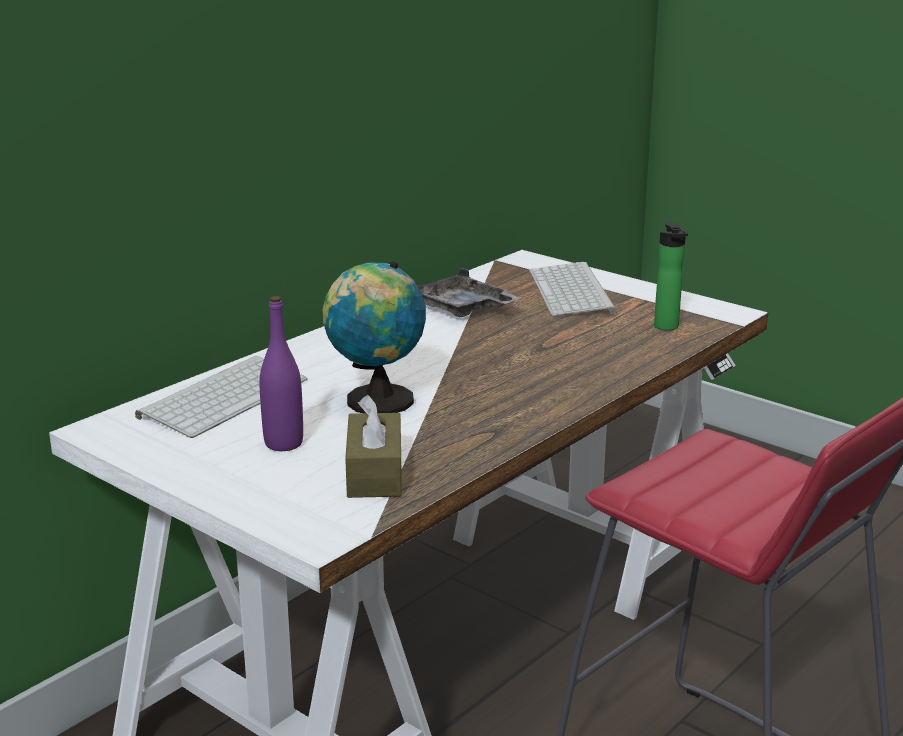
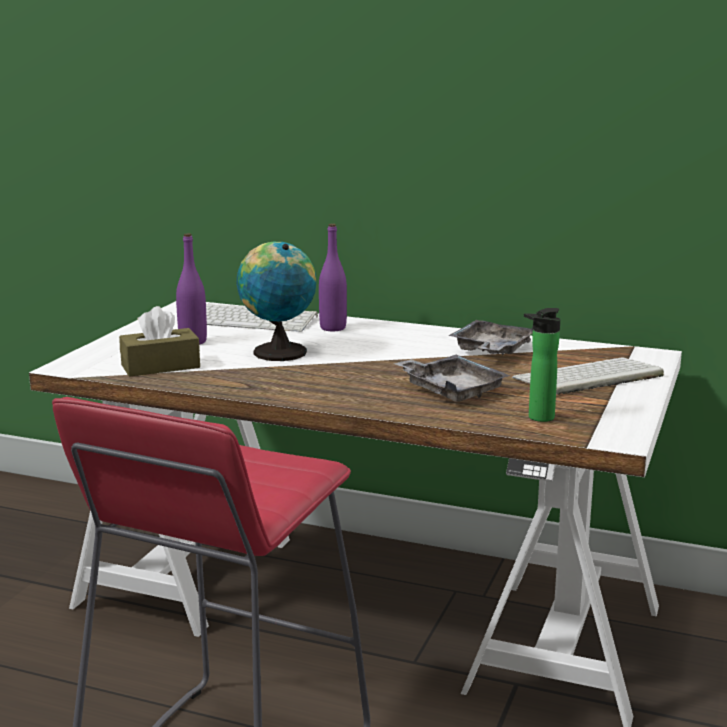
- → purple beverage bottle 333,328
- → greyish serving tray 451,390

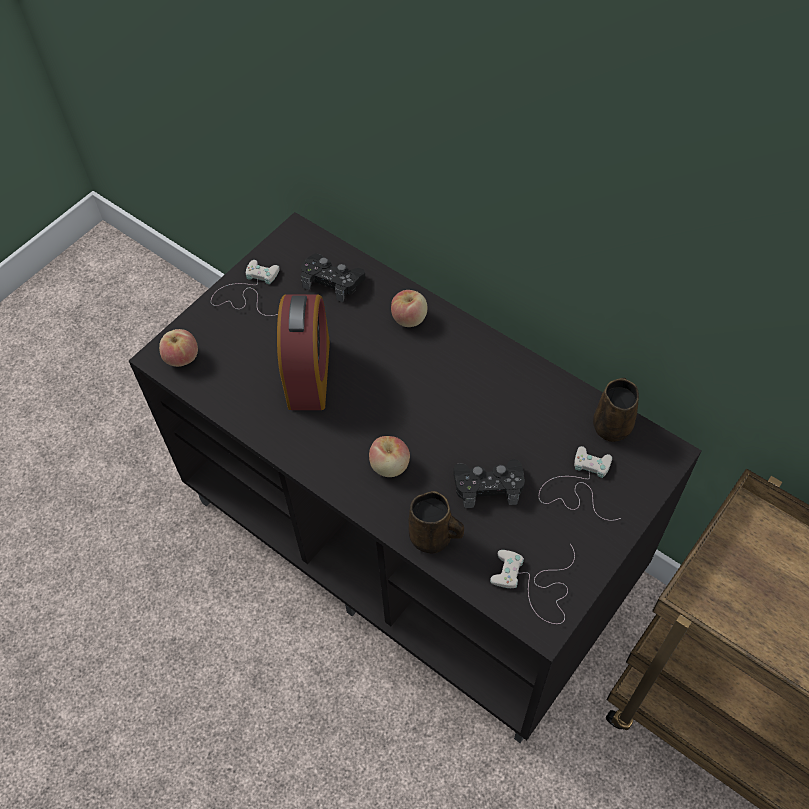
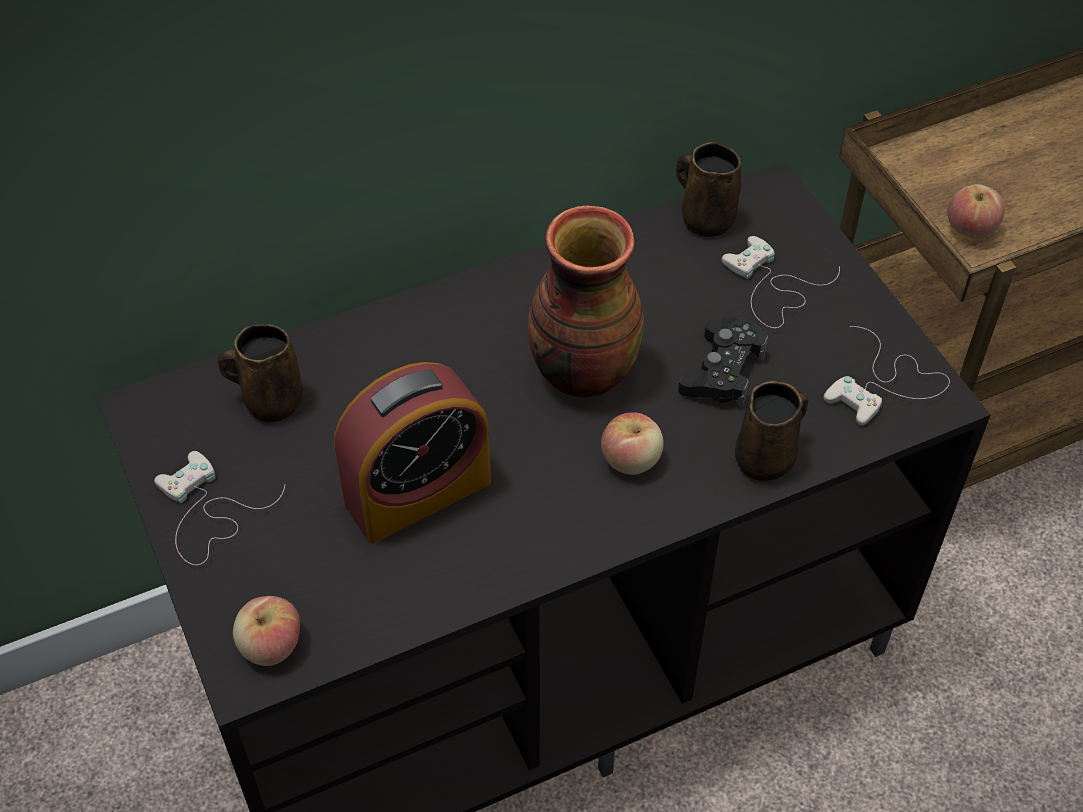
table clock 309,374 → table clock 417,492, 120 degrees clockwise
black joypad 332,281 → brown-coloured tea mug 270,401
whole apple 409,318 → whole apple 970,229, move
- → decorative vase 581,371

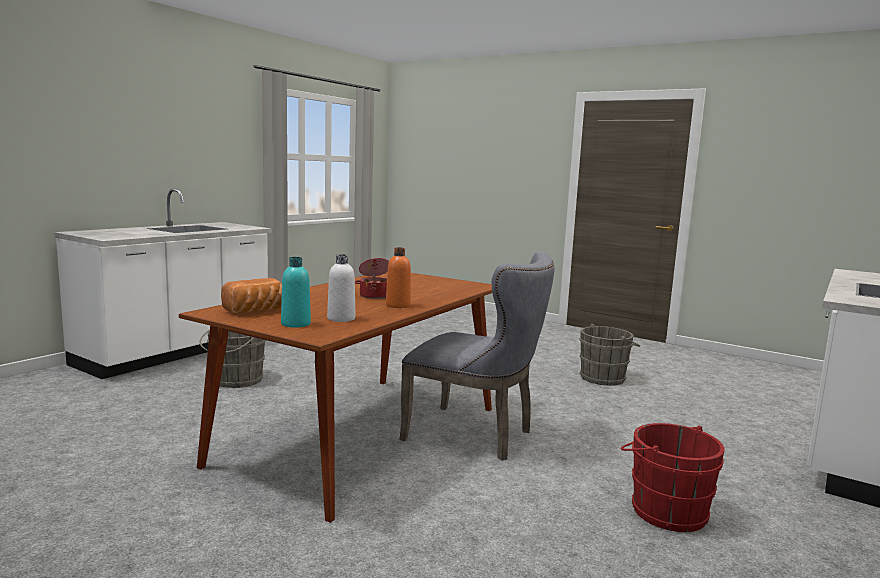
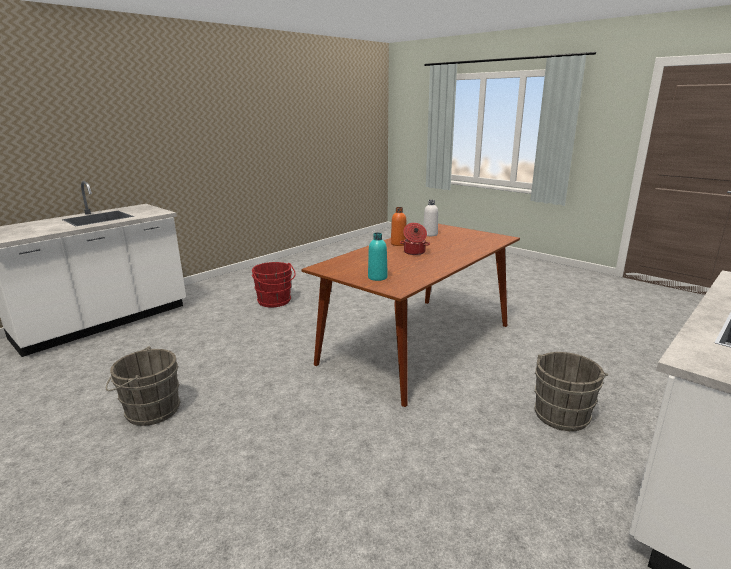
bread 256,311 → -
turquoise-coloured beverage bottle 295,324 → turquoise-coloured beverage bottle 377,277, move
greyish plain chair 476,435 → -

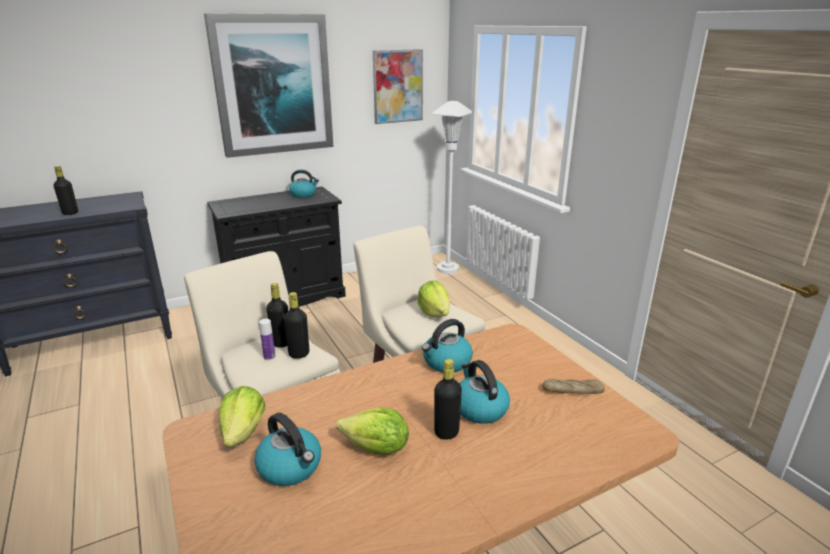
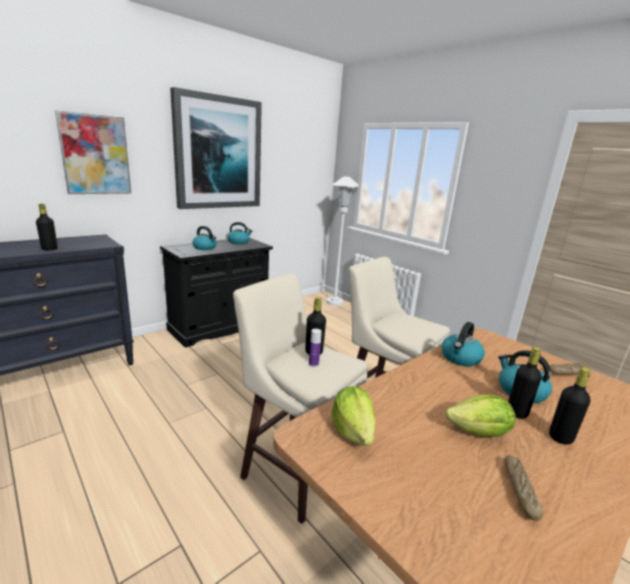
water kettle 291,467 → water kettle 205,248, move
black beverage bottle 299,354 → black beverage bottle 560,437, move
wall picture 398,86 → wall picture 95,155, move
lettuce head 434,313 → -
- → bread 519,490

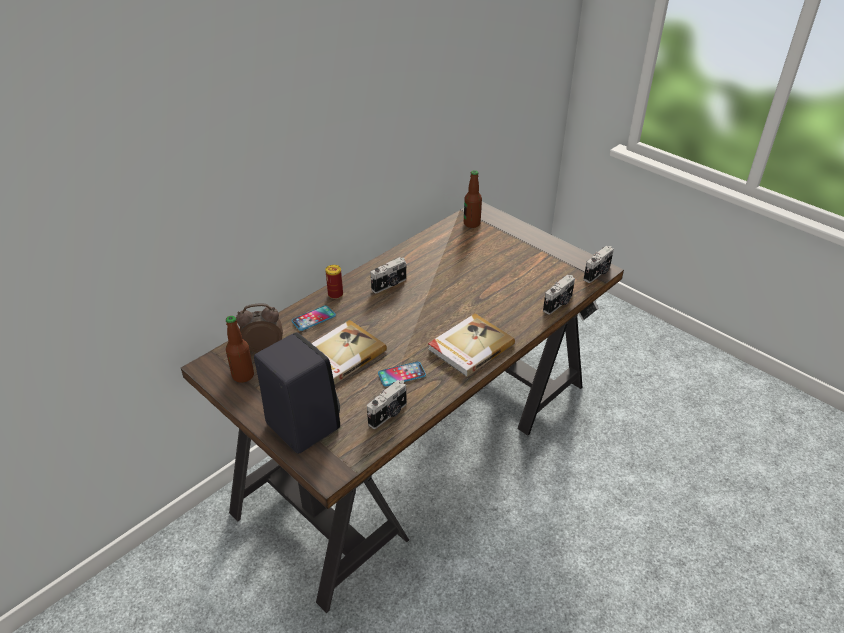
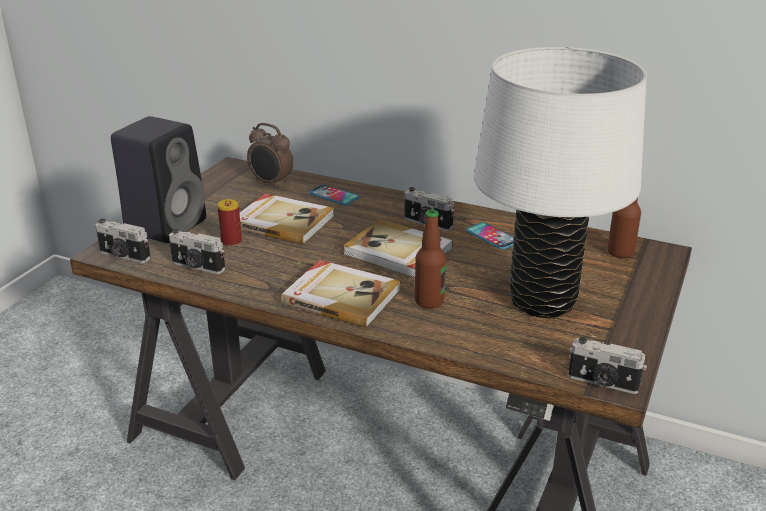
beverage bottle 243,376 → beverage bottle 429,301, move
table clock 264,348 → table clock 271,183, 150 degrees clockwise
metal can 335,294 → metal can 231,242, move
handset 402,374 → handset 492,236, move
photo camera 558,304 → photo camera 124,256, move
- → volume 398,252
- → whitish tabletop lamp 542,302

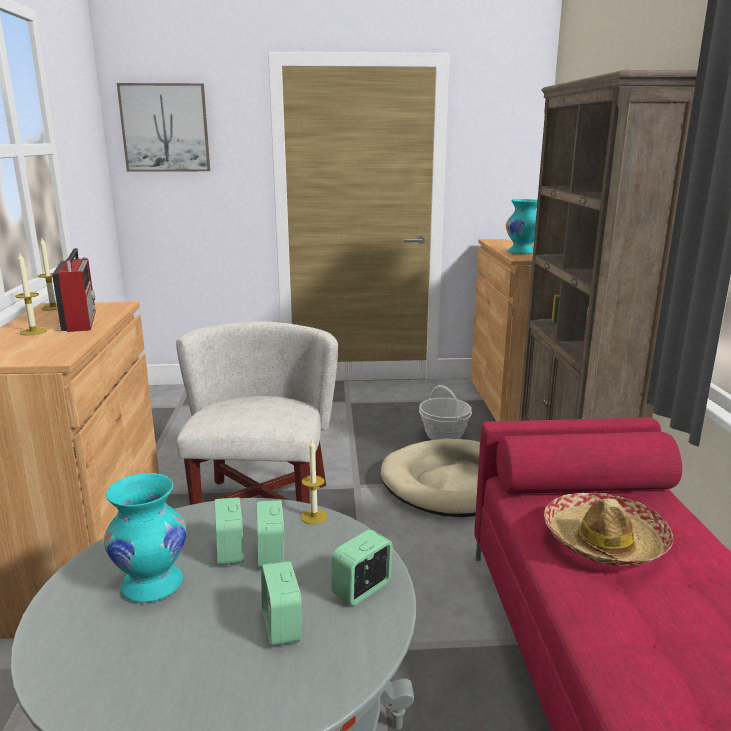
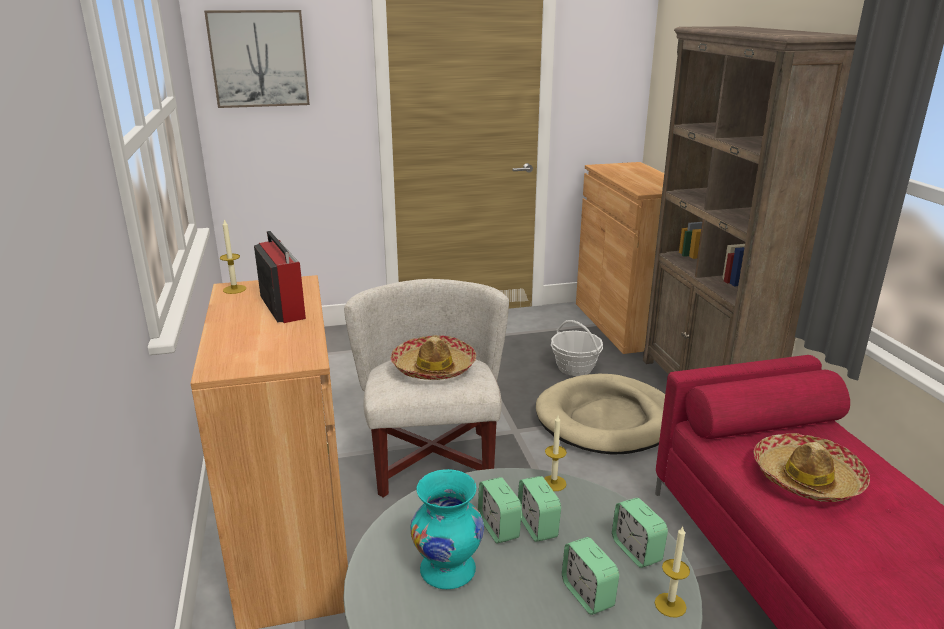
wax candle 33,331 → wax candle 670,605, move
table clock 362,589 → table clock 636,551, 60 degrees counterclockwise
turquoise-coloured decorative vase 522,252 → -
- → clothing hat 434,367

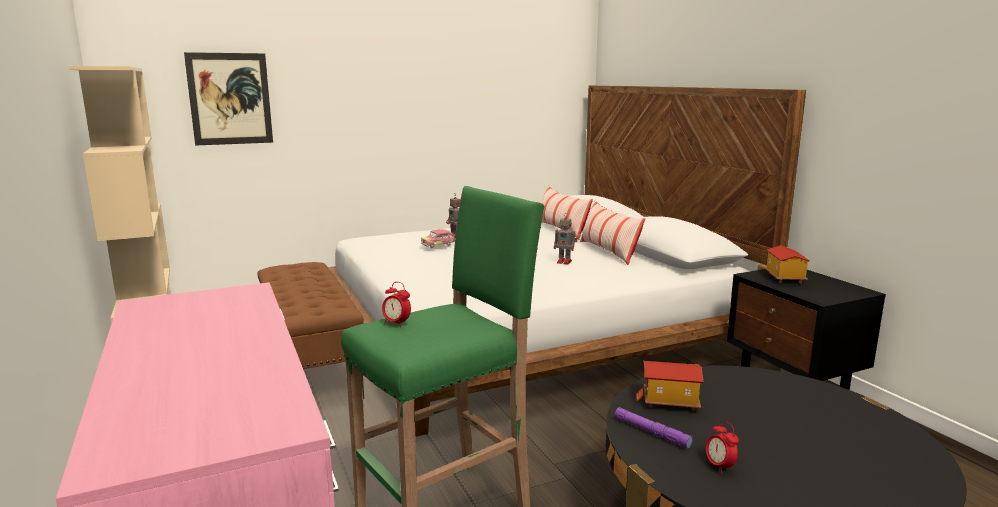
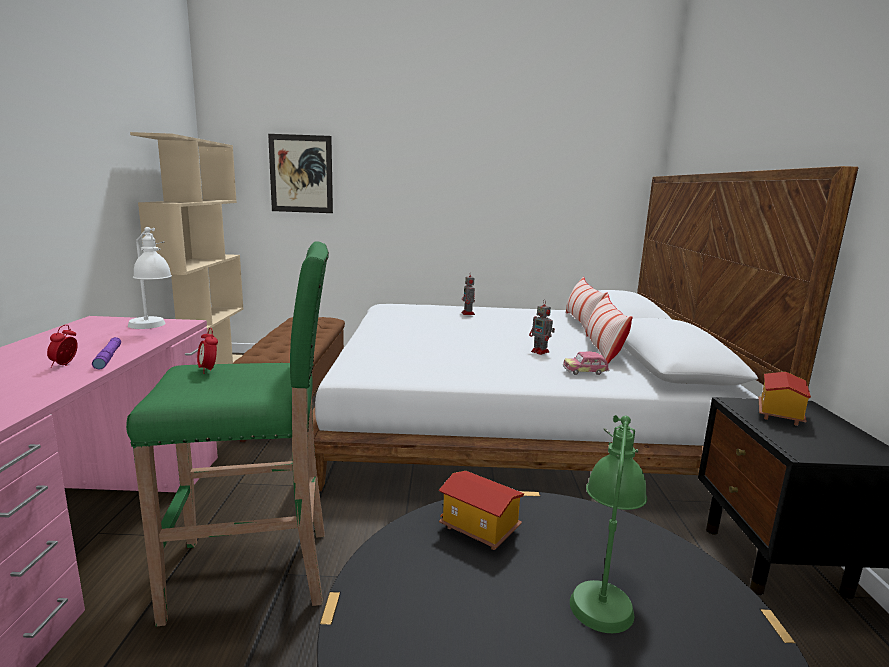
toy car 438,245 → toy car 585,372, move
purple torch 651,432 → purple torch 108,357, move
table clock 719,466 → table clock 65,365, move
- → whitish tabletop lamp 153,327
- → green tabletop lamp 602,589

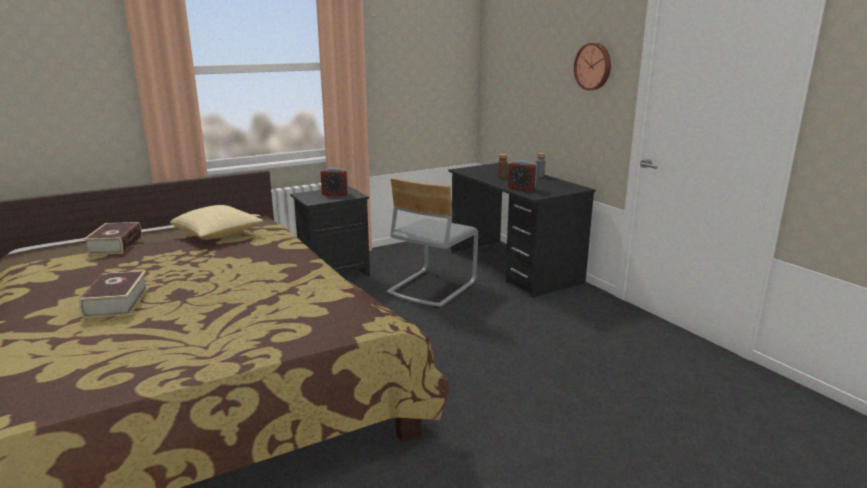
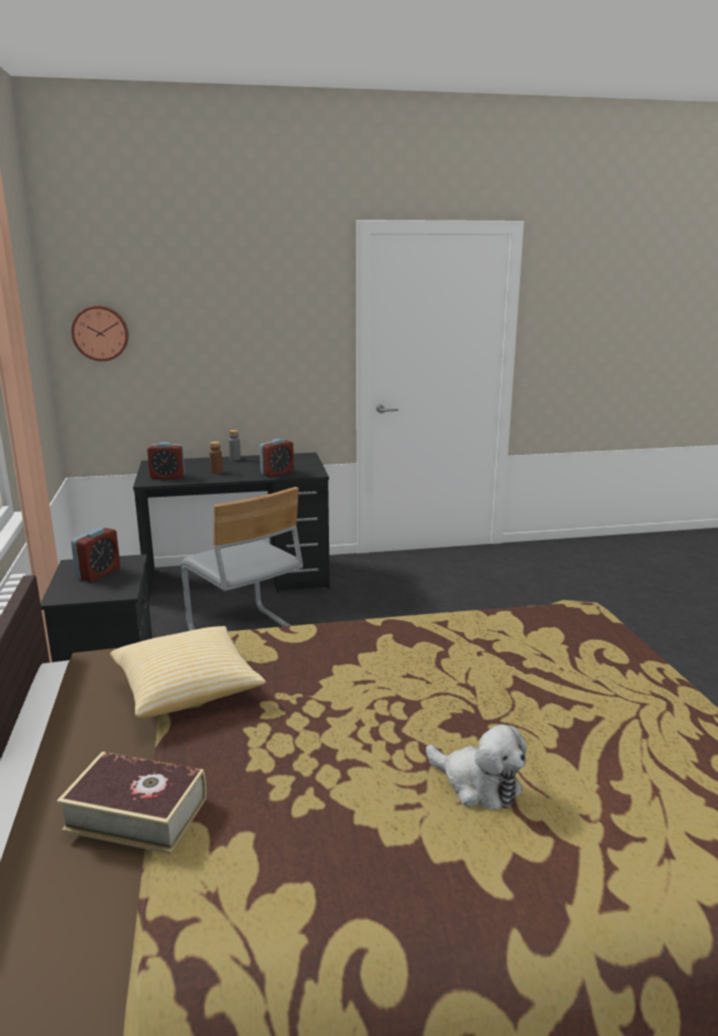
volume 117,302 → soft toy 478,784
wall clock 593,66 → wall clock 100,333, move
- → table clock 167,477

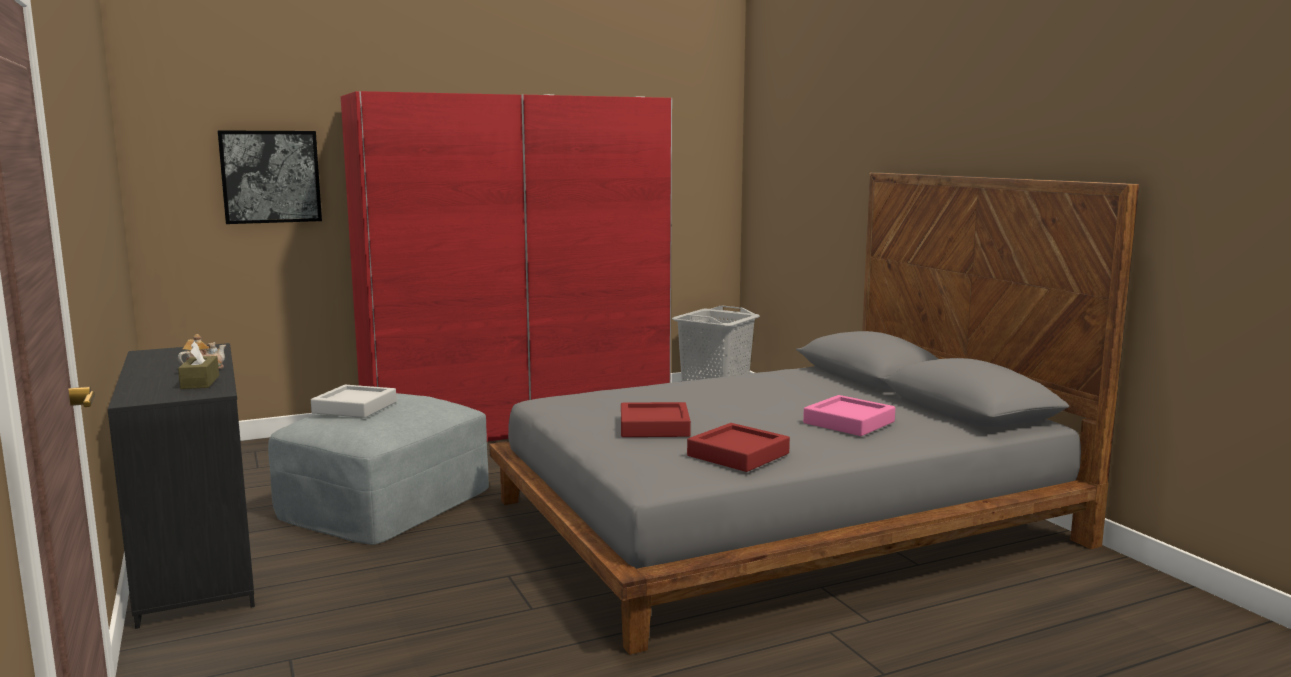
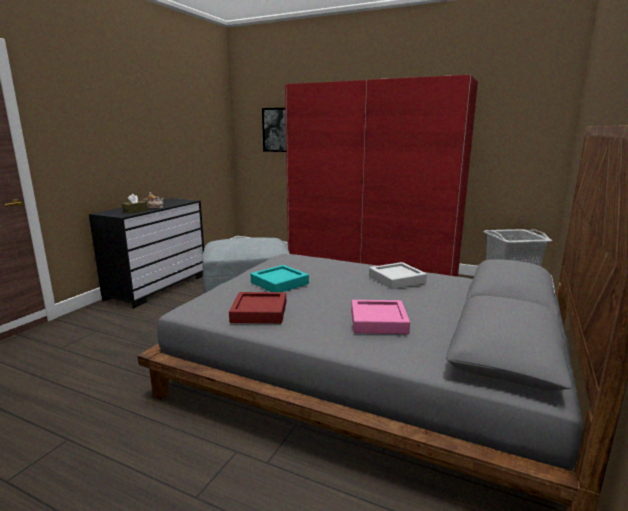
greyish serving tray 355,407 → greyish serving tray 397,279, move
red serving tray 654,427 → turquoise-coloured serving tray 279,283

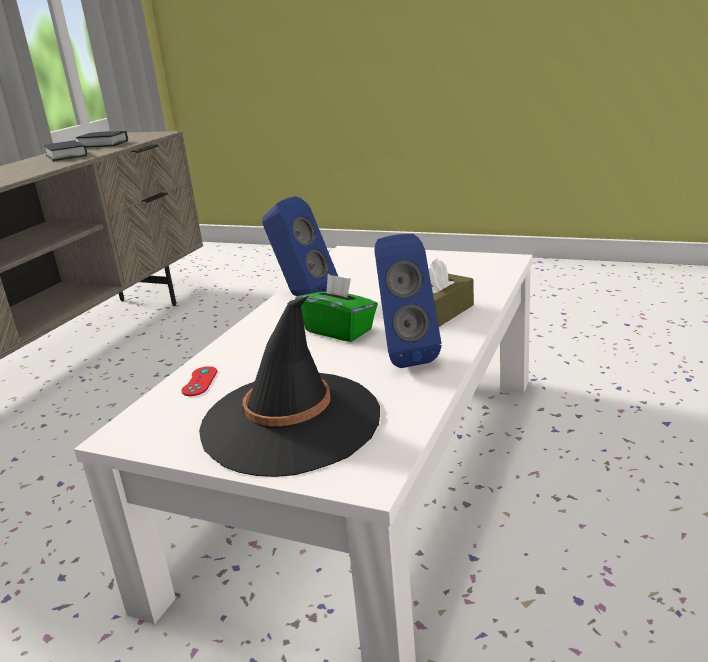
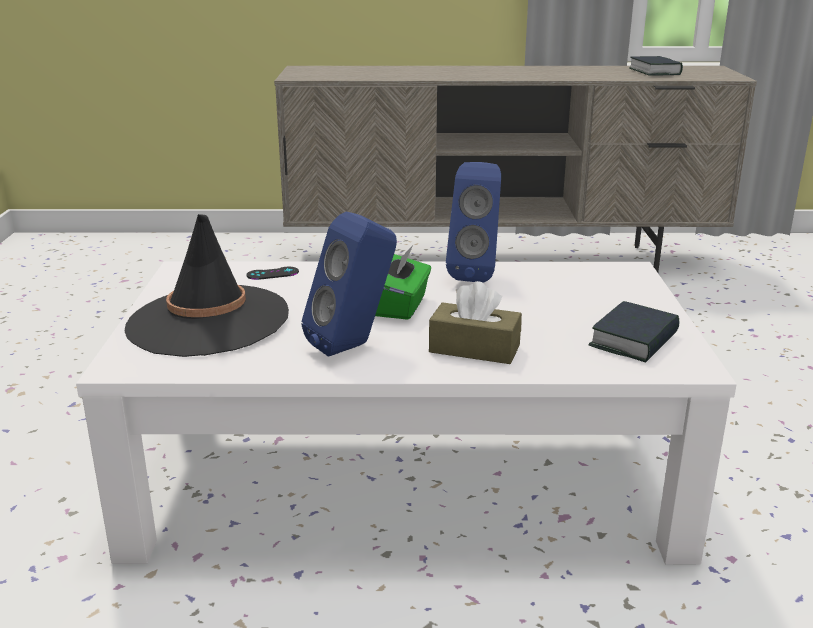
volume 66,156 → volume 634,340, move
red joypad 199,381 → black joypad 272,273

